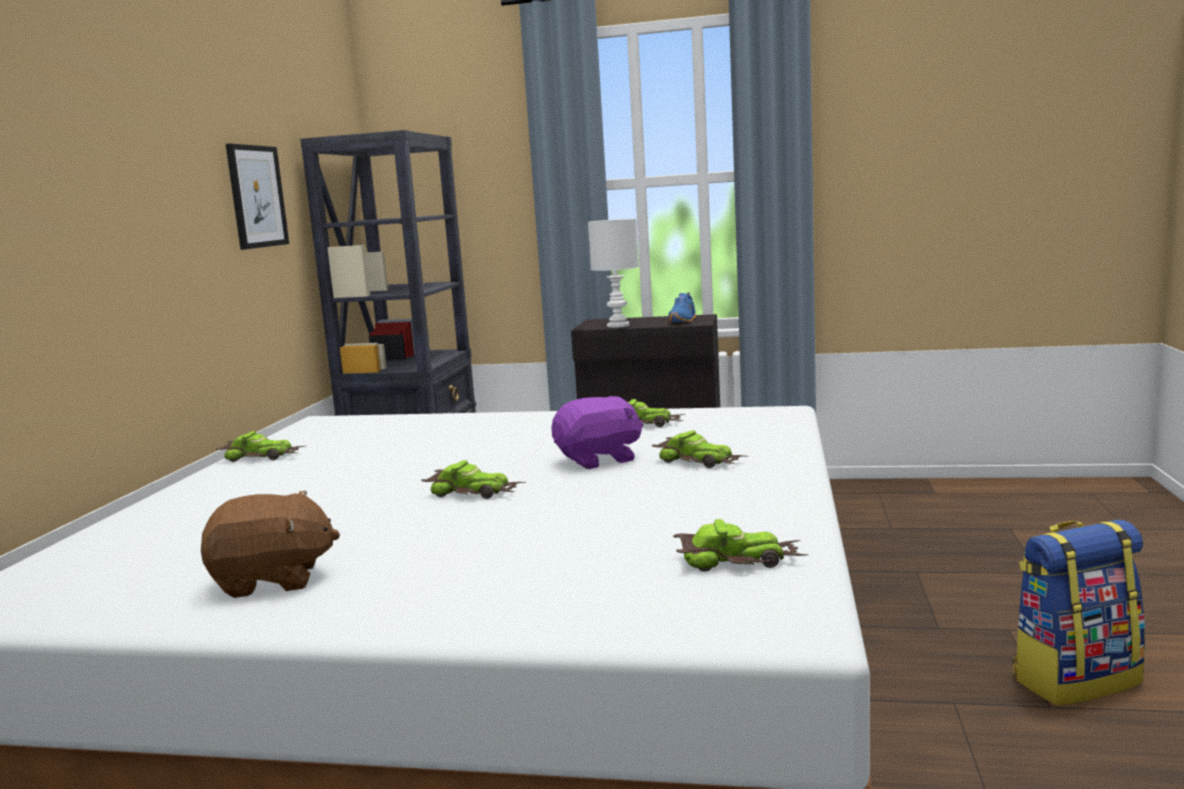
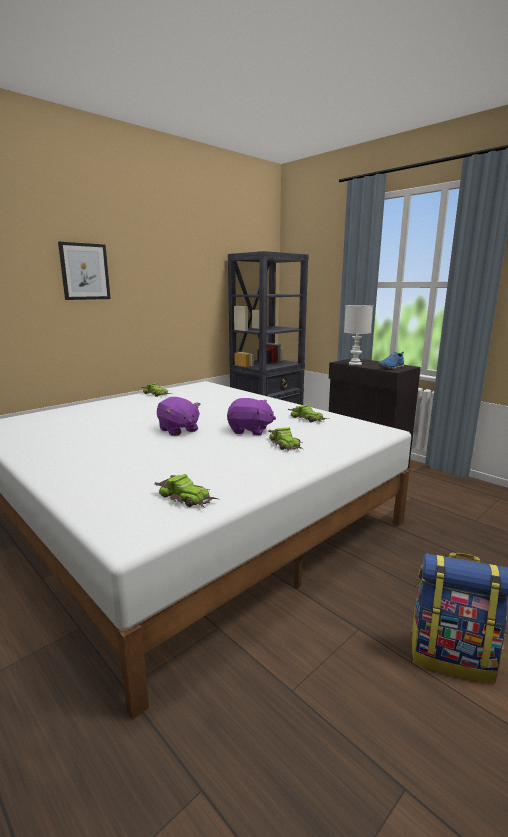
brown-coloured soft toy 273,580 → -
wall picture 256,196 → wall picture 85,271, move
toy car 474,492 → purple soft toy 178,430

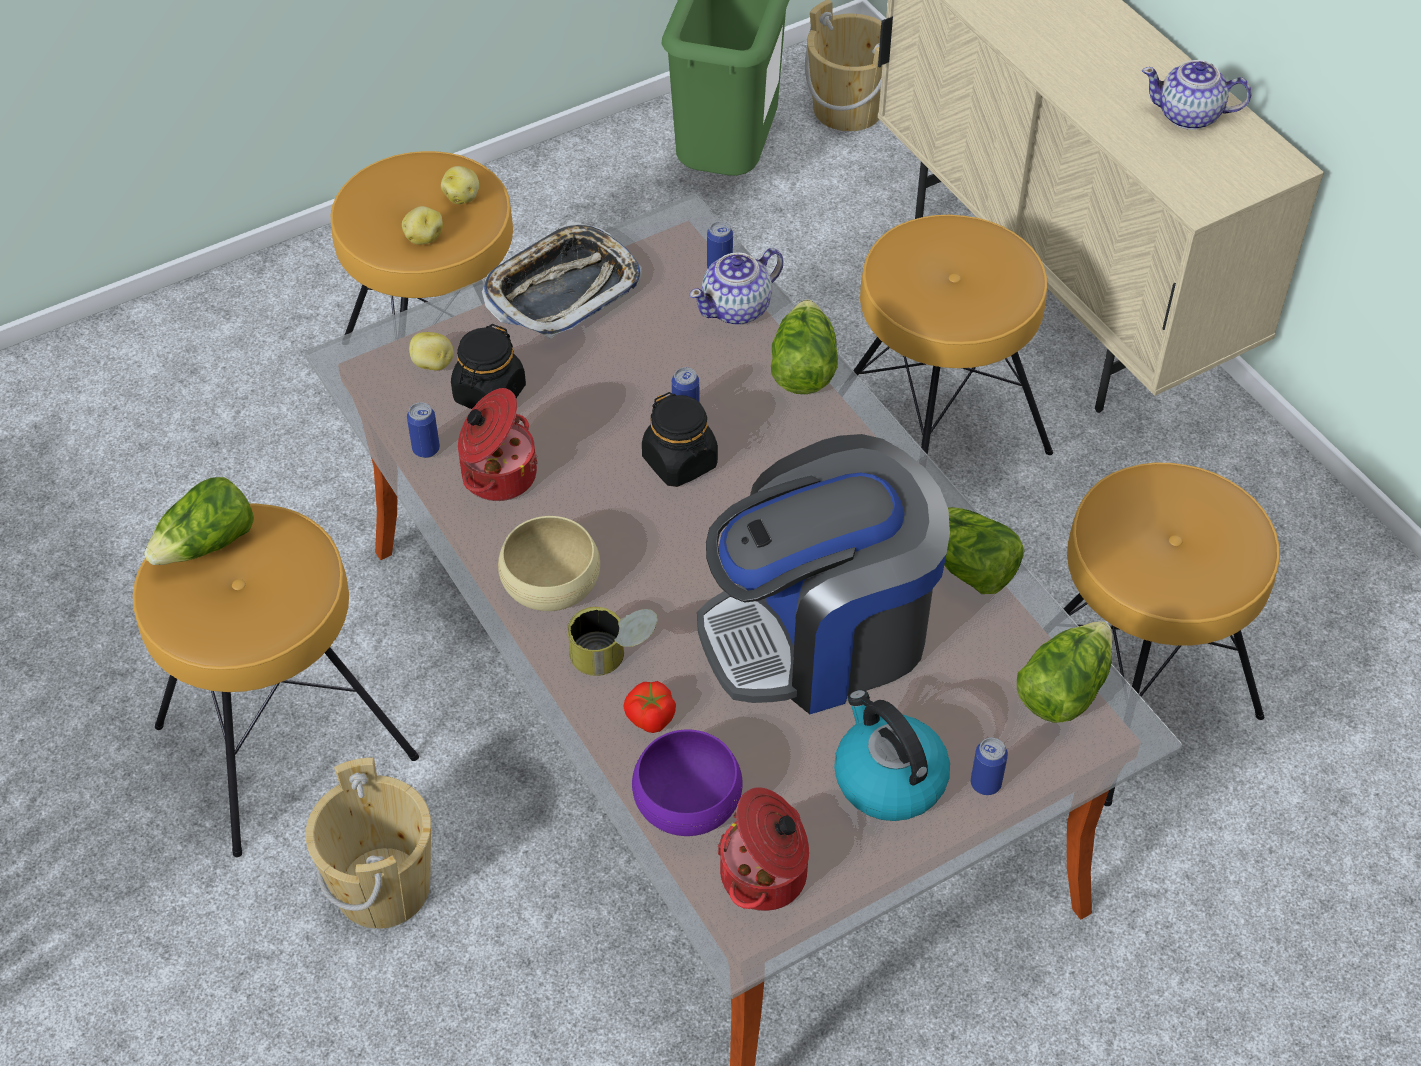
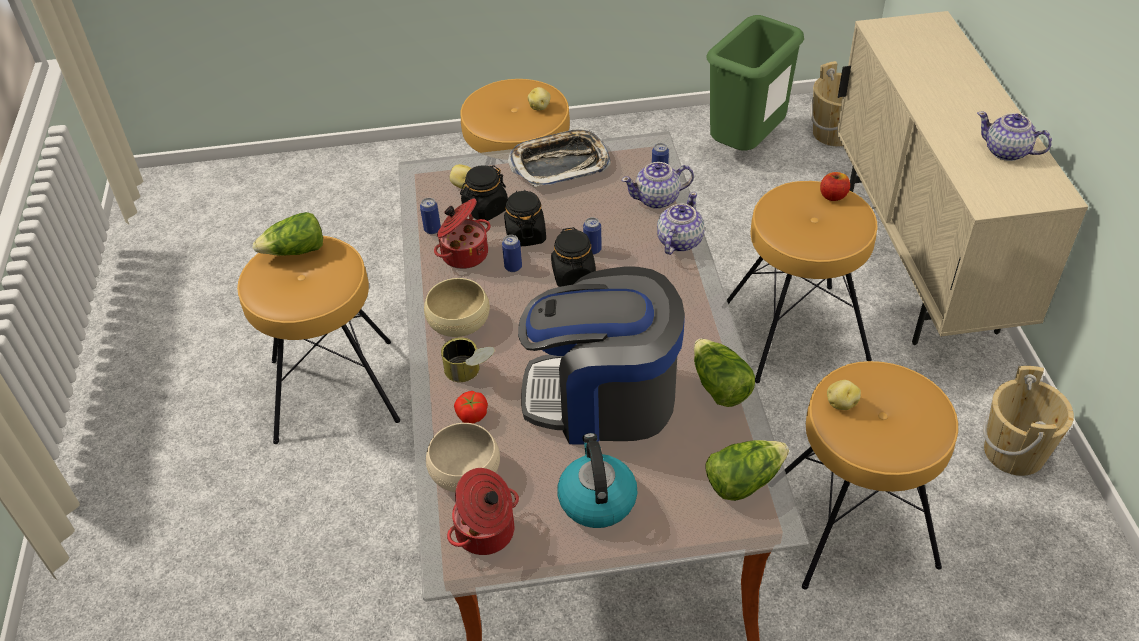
beige bucket 382,886 → beige bucket 1014,452, move
potato 423,238 → potato 841,403, move
purple deep dish 687,800 → beige deep dish 465,471
lettuce head 802,367 → tea pot 679,241
metal can 985,784 → metal can 513,267, move
- → black preserve jar 525,235
- → whole apple 833,196

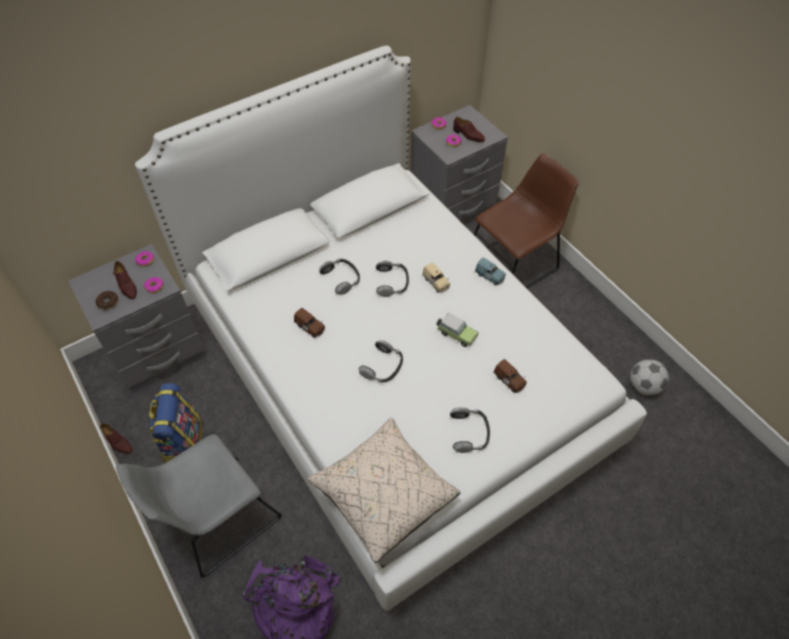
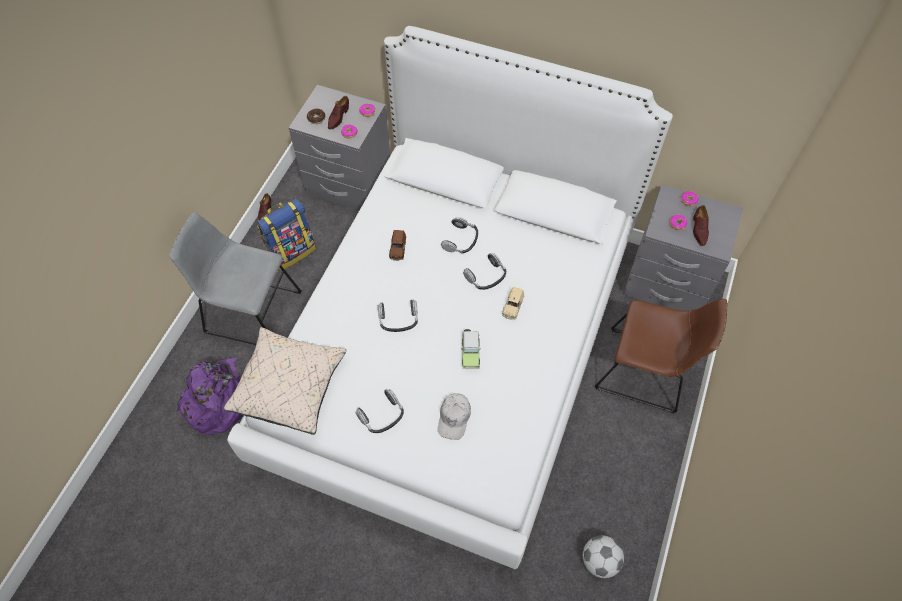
bluish toy car 490,276 → -
brown-coloured toy car 509,380 → whitish cap 454,418

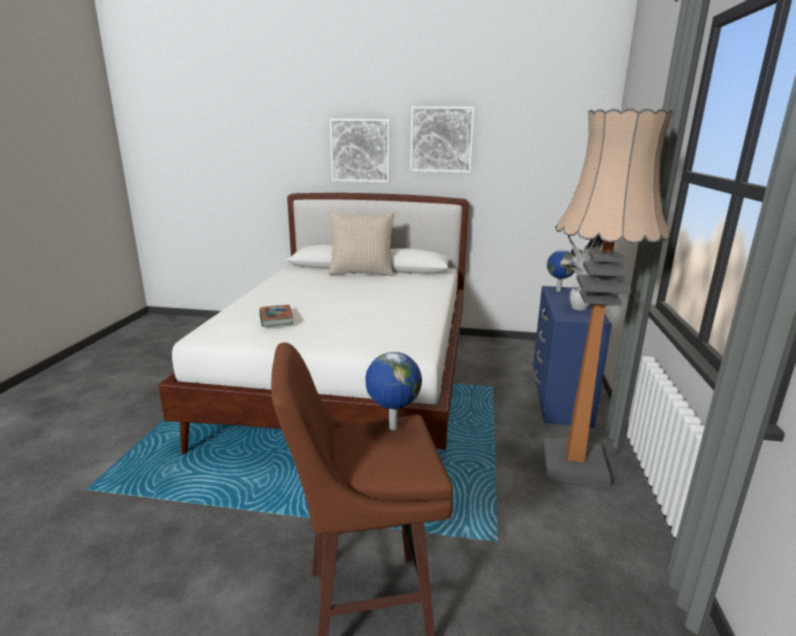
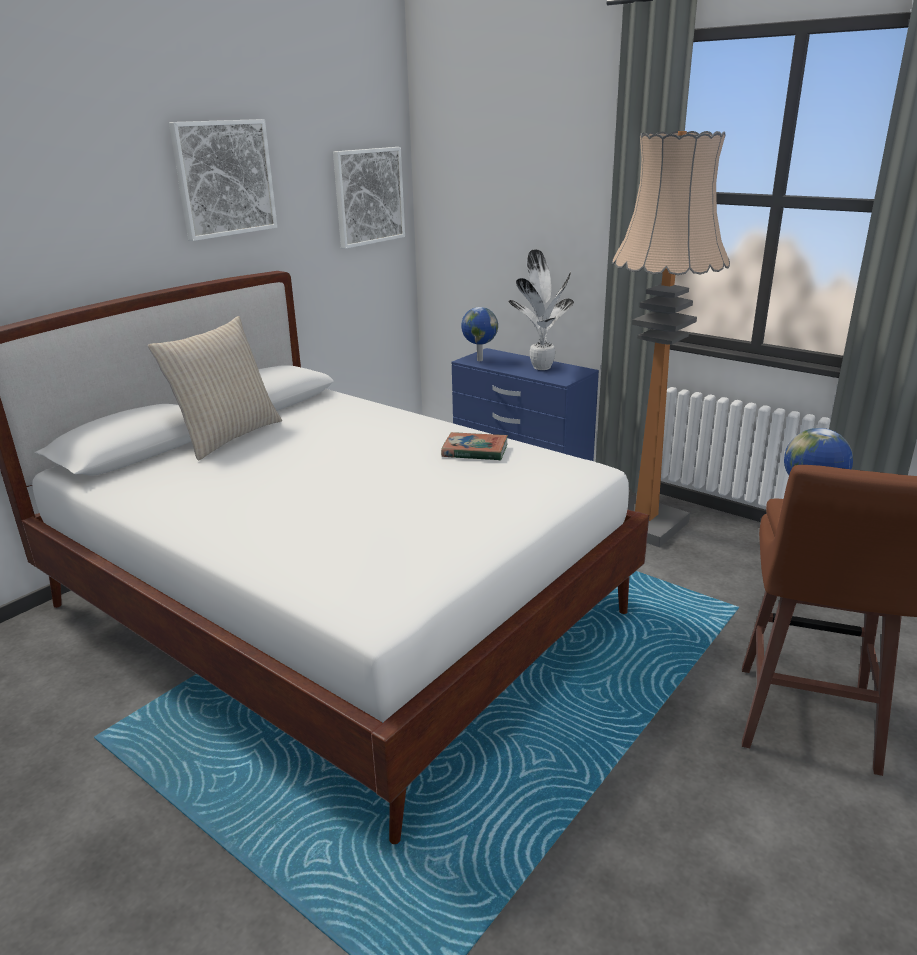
volume 276,319 → volume 475,451, move
wall picture 360,150 → wall picture 368,196, move

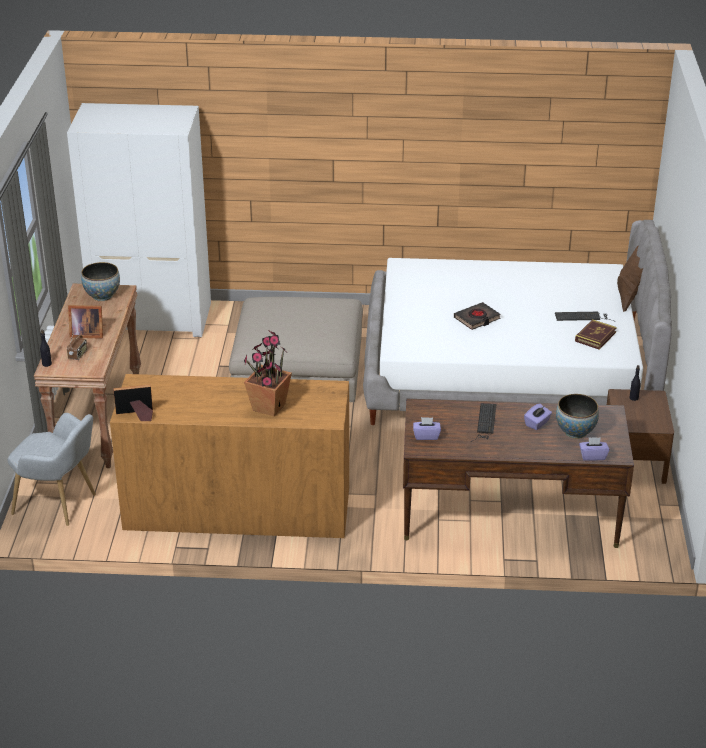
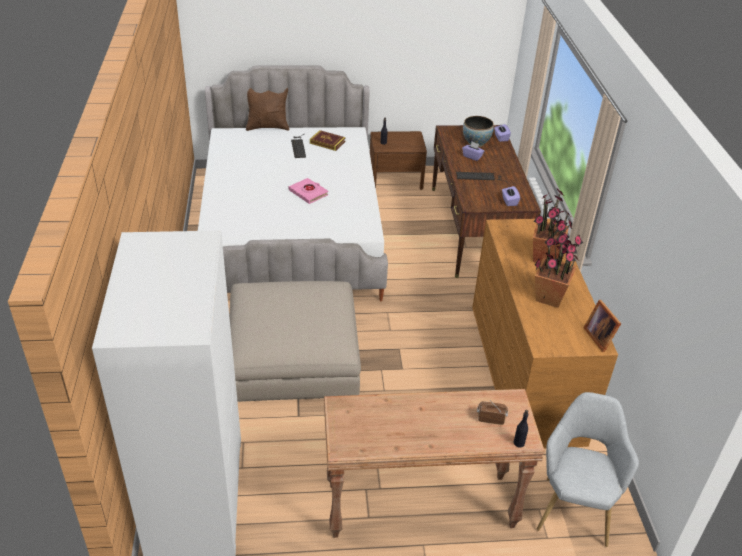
standing frame 86,334 → -
deep dish 102,296 → -
black volume 477,319 → pinkish volume 308,193
- → houseplant 549,297

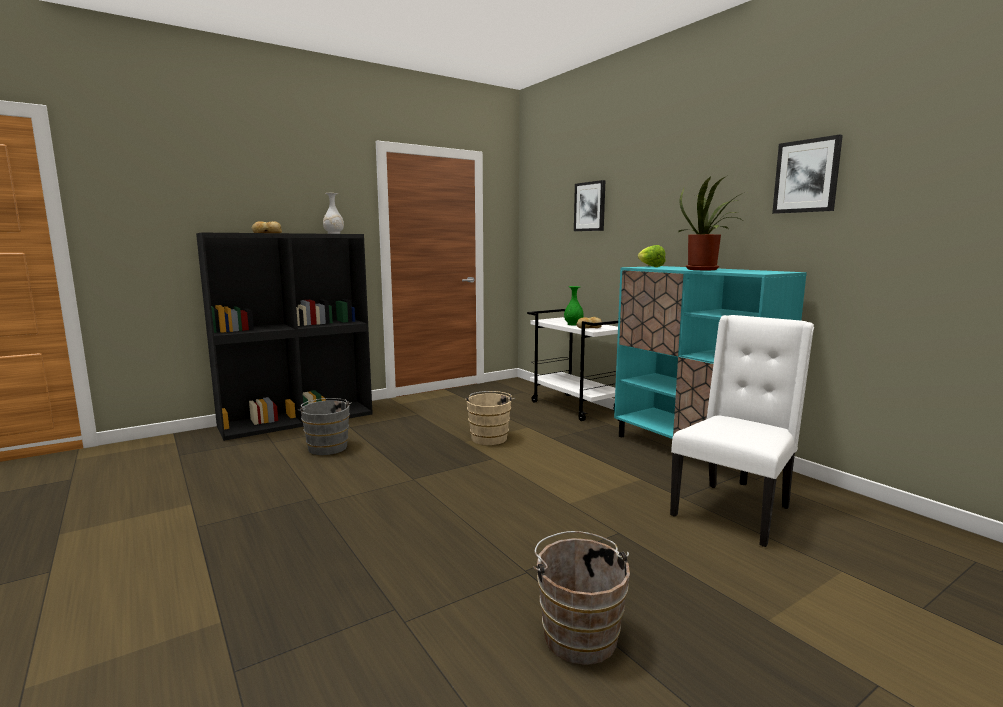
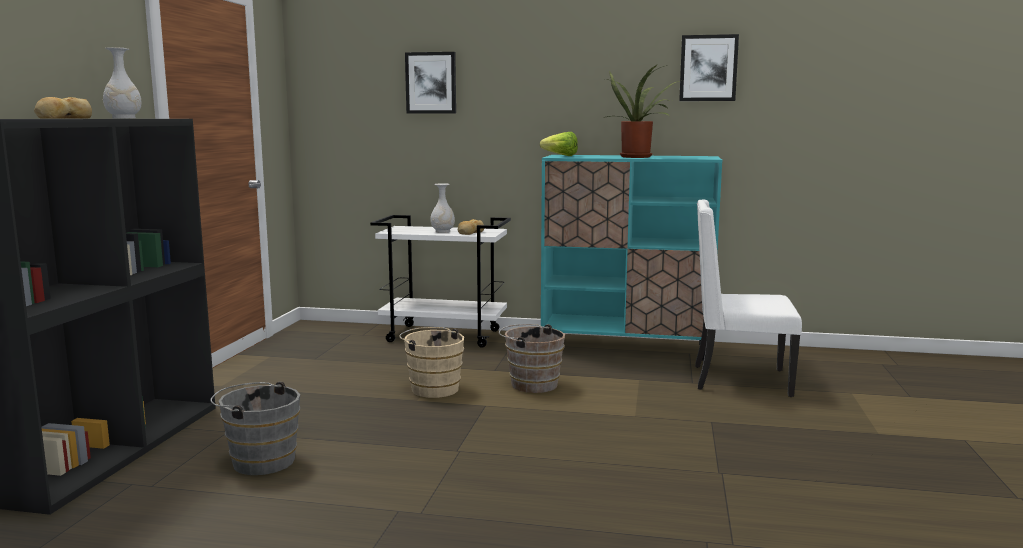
brown-coloured bucket 578,633 → brown-coloured bucket 531,384, move
green decorative vase 573,324 → whitish decorative vase 443,231
whitish plain chair 733,511 → whitish plain chair 738,380, 75 degrees counterclockwise

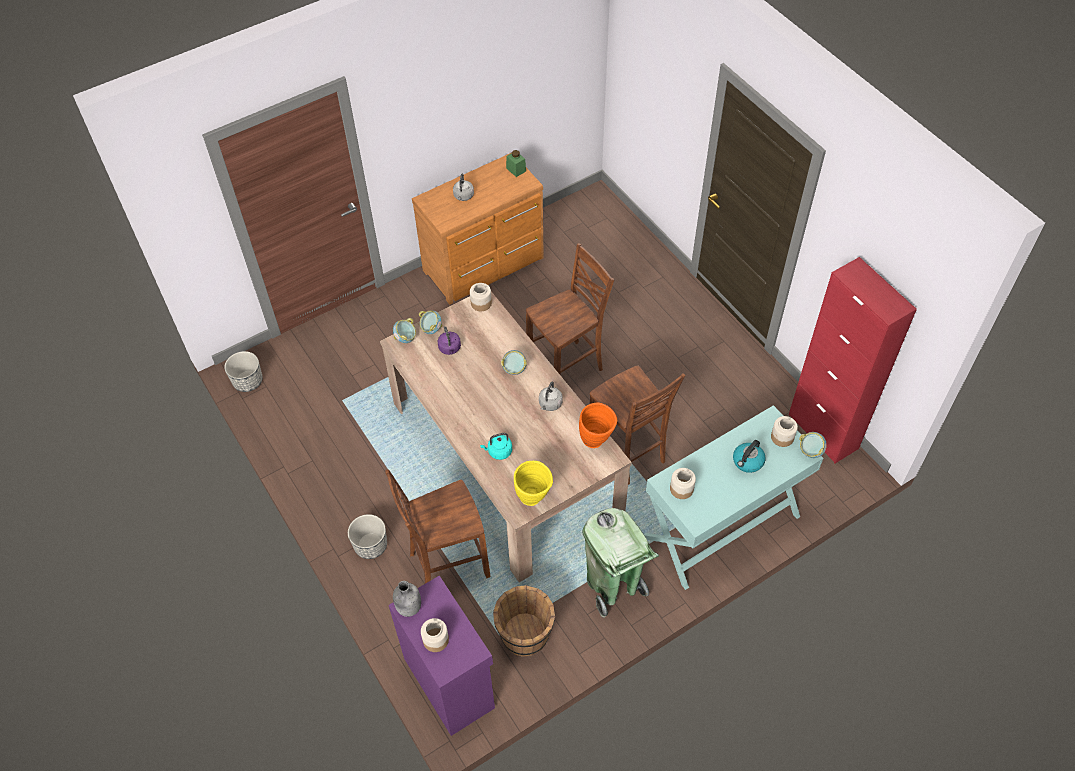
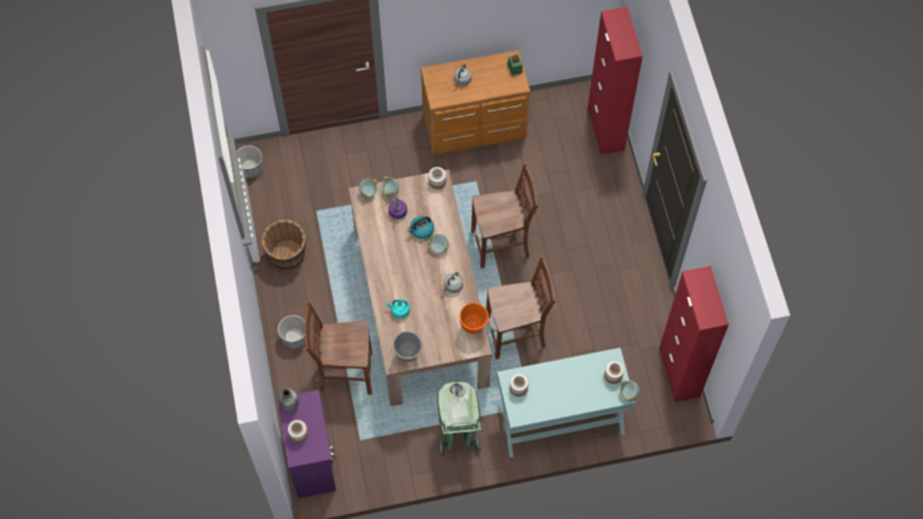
brown-coloured bucket 525,635 → brown-coloured bucket 287,256, move
yellowish decorative vase 534,500 → greyish decorative vase 408,357
brown-coloured plain chair 628,453 → brown-coloured plain chair 517,334, 90 degrees counterclockwise
water kettle 747,462 → water kettle 421,230, move
- → red storage cabinet 605,129

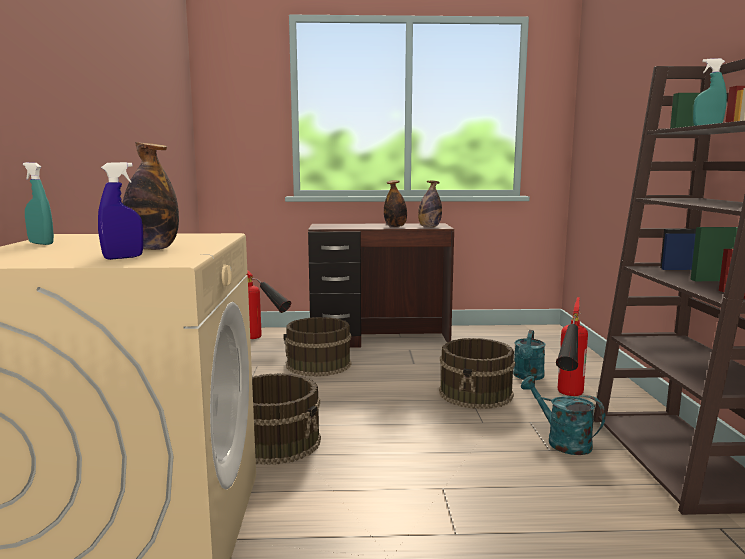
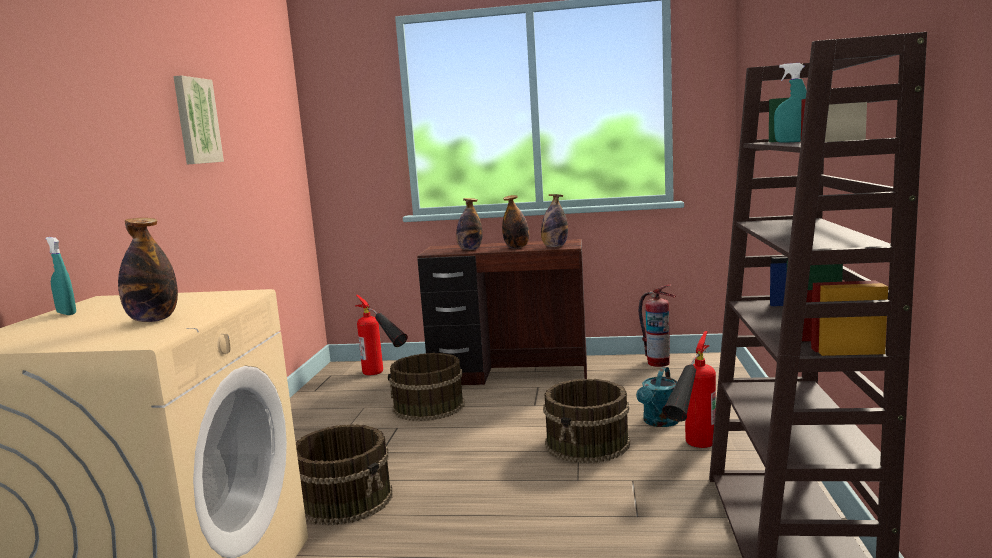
bluish hand sprayer 123,258 → -
turquoise-coloured watering pot 561,441 → -
- → wall picture 196,121
- → beverage bottle 470,249
- → fire extinguisher 658,363

